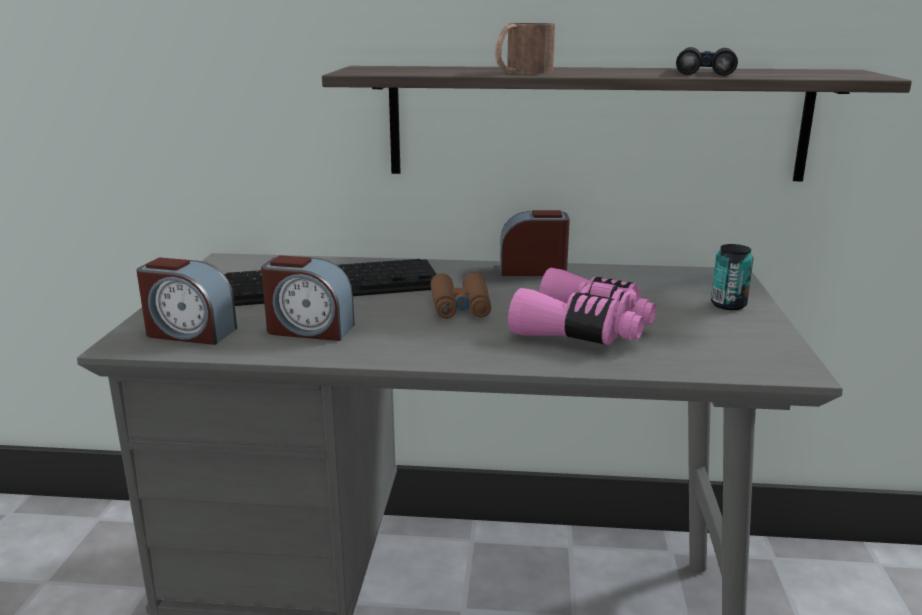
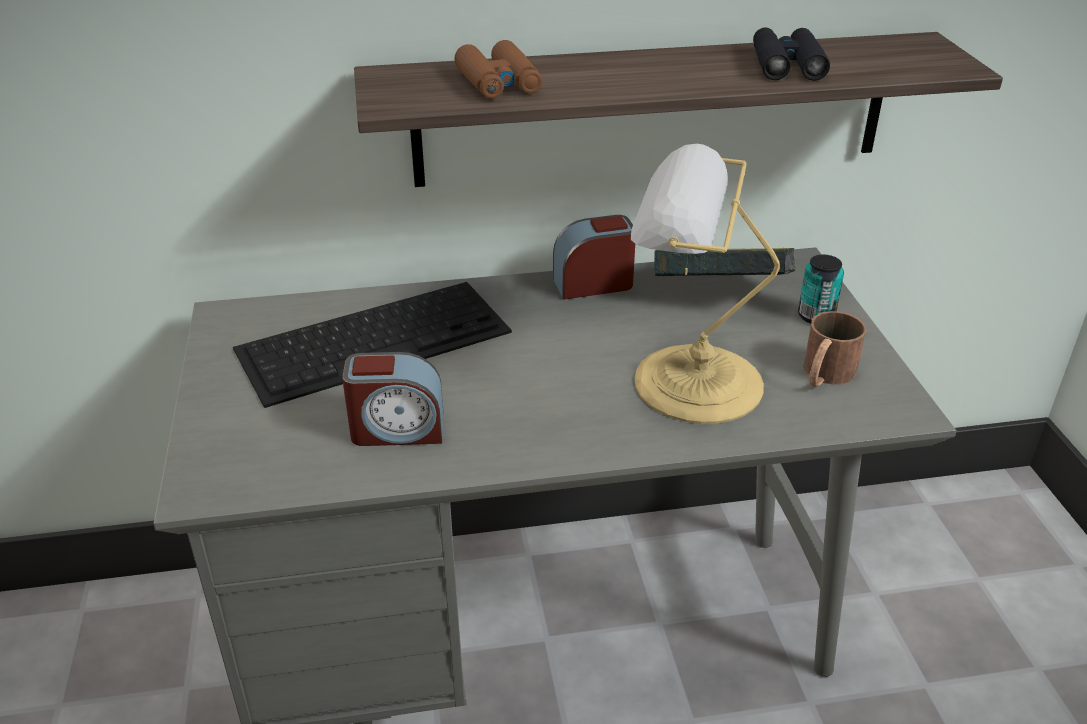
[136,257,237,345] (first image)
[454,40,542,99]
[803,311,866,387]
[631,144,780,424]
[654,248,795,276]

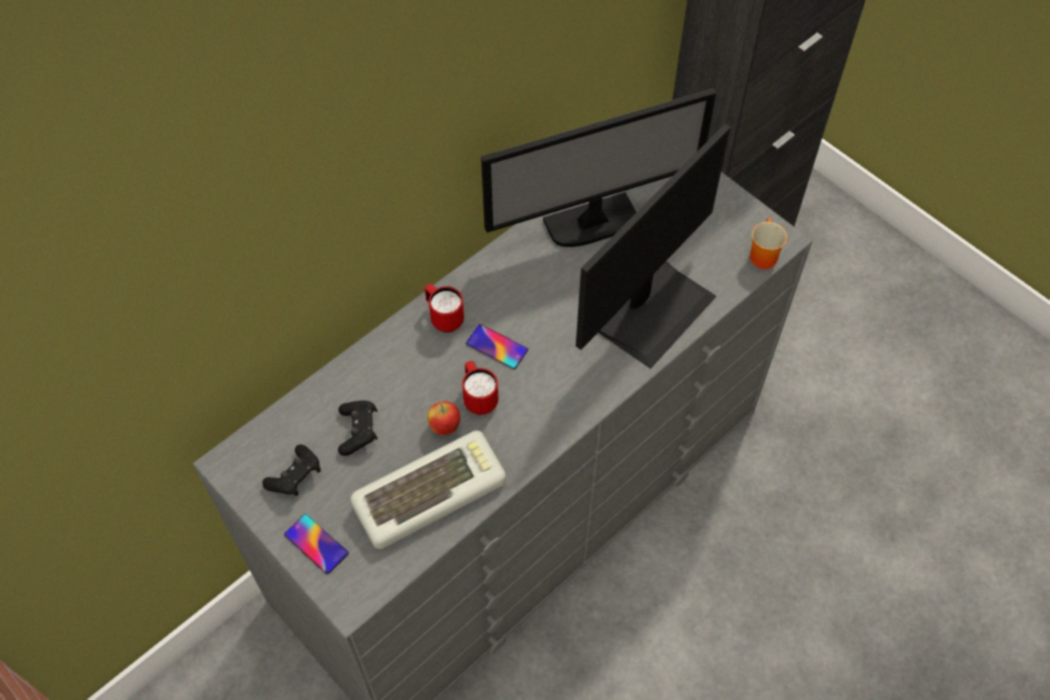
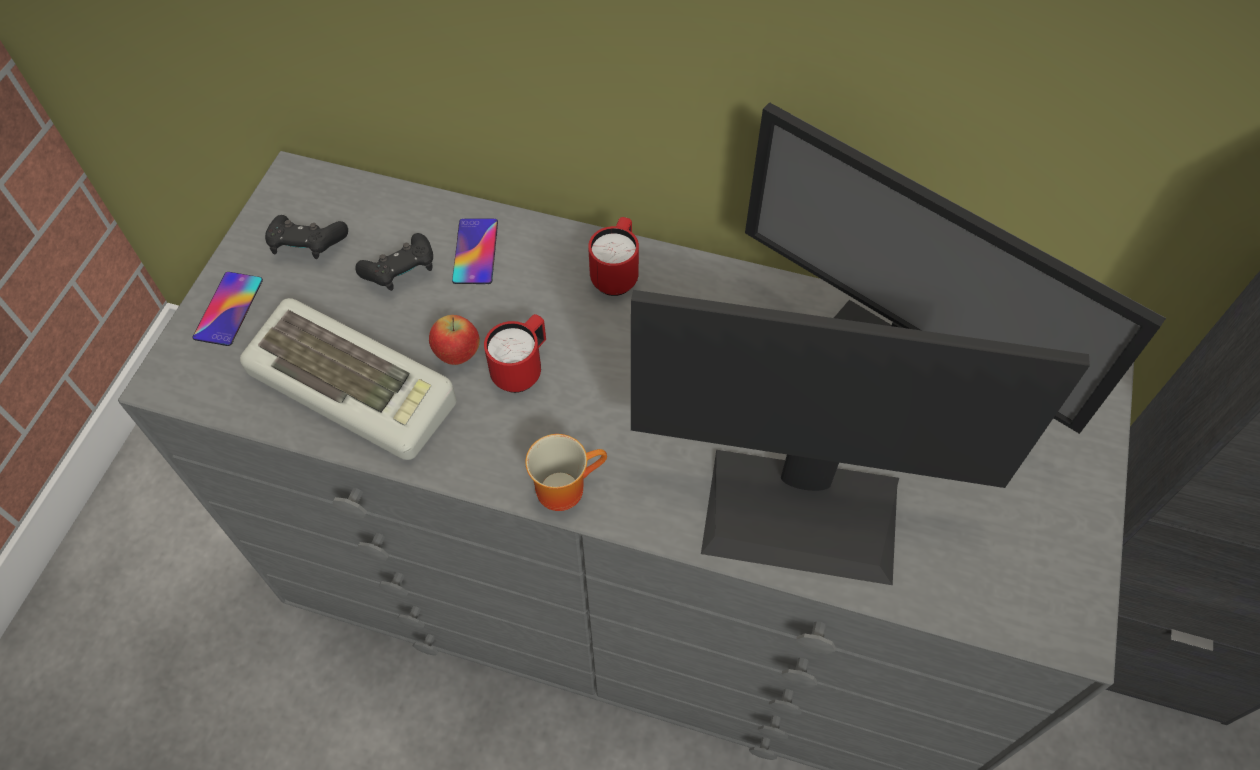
[452,218,498,284]
[525,434,607,511]

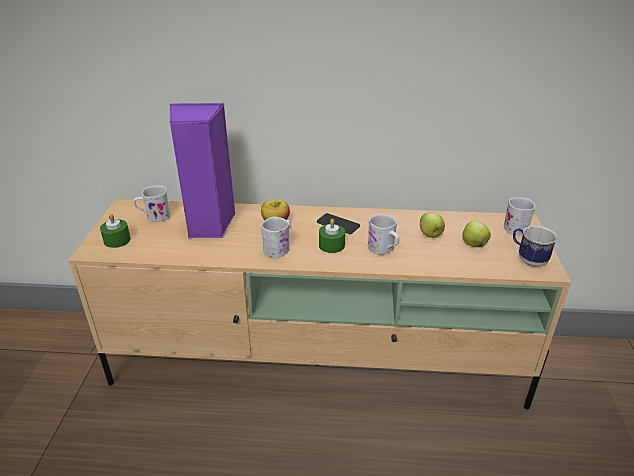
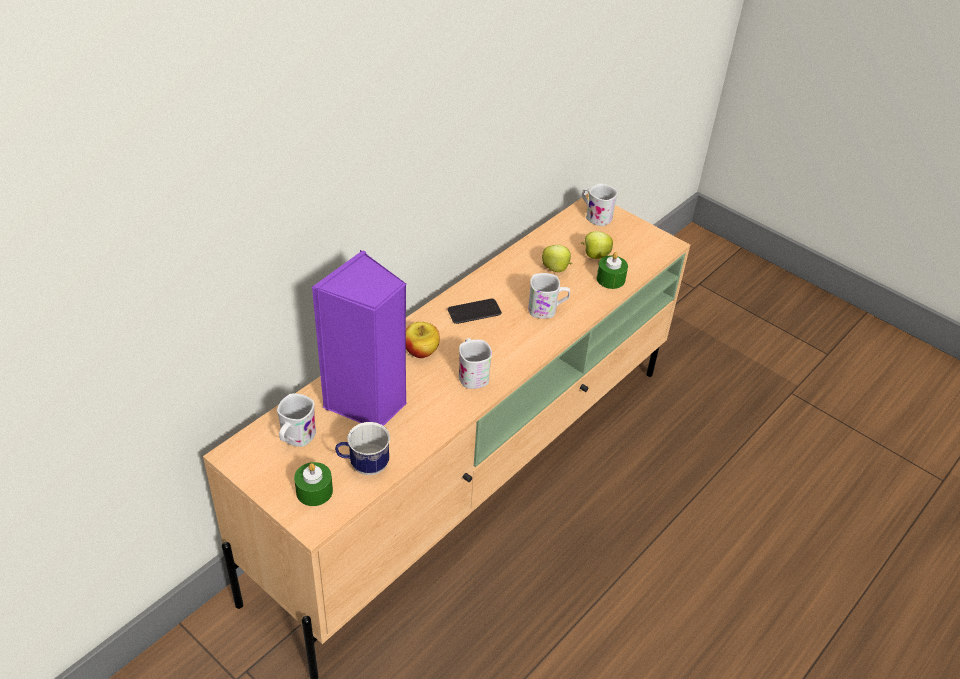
[597,252,628,289]
[335,422,390,475]

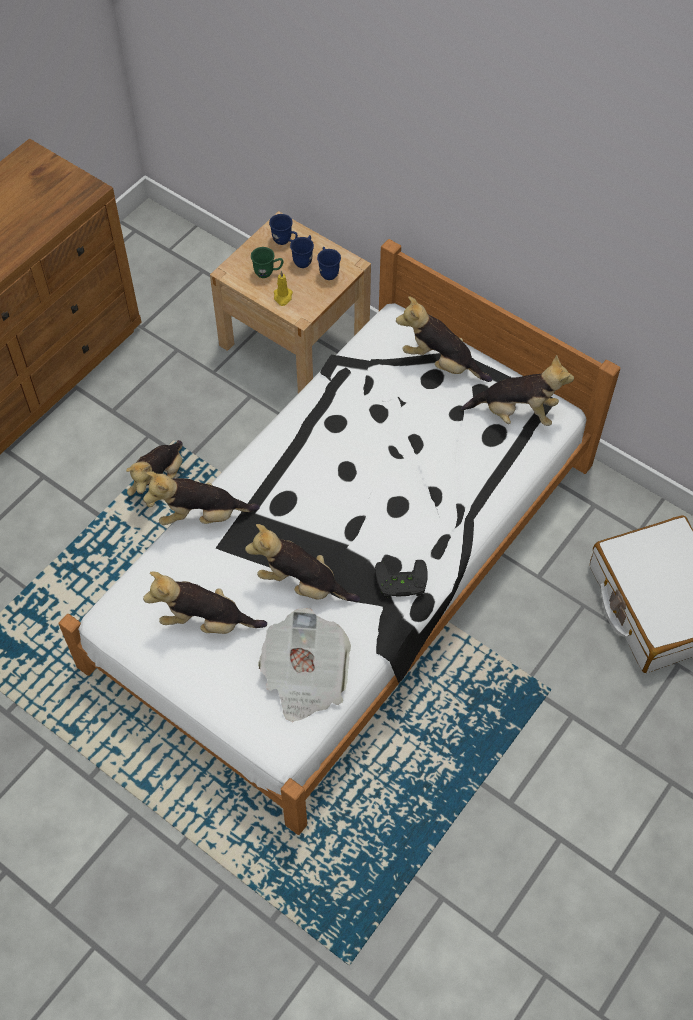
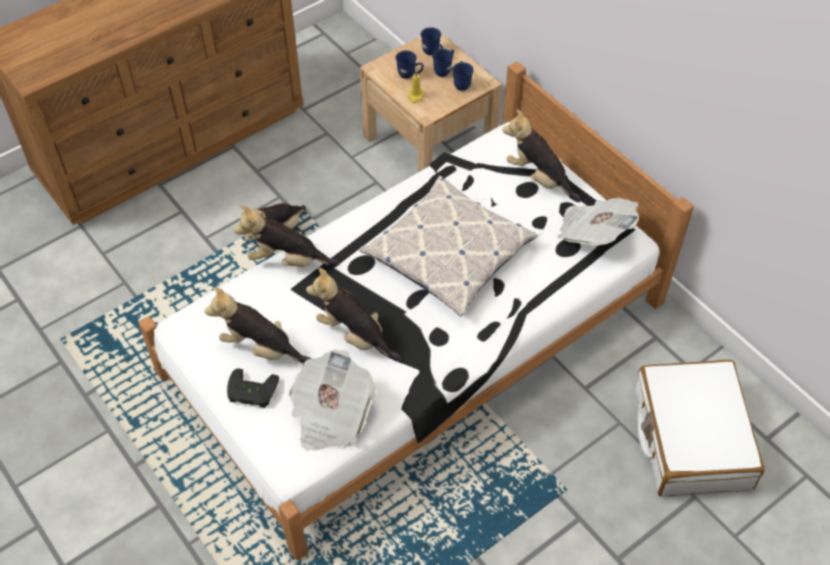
[395,50,424,79]
[227,369,279,408]
[558,197,639,246]
[359,176,538,317]

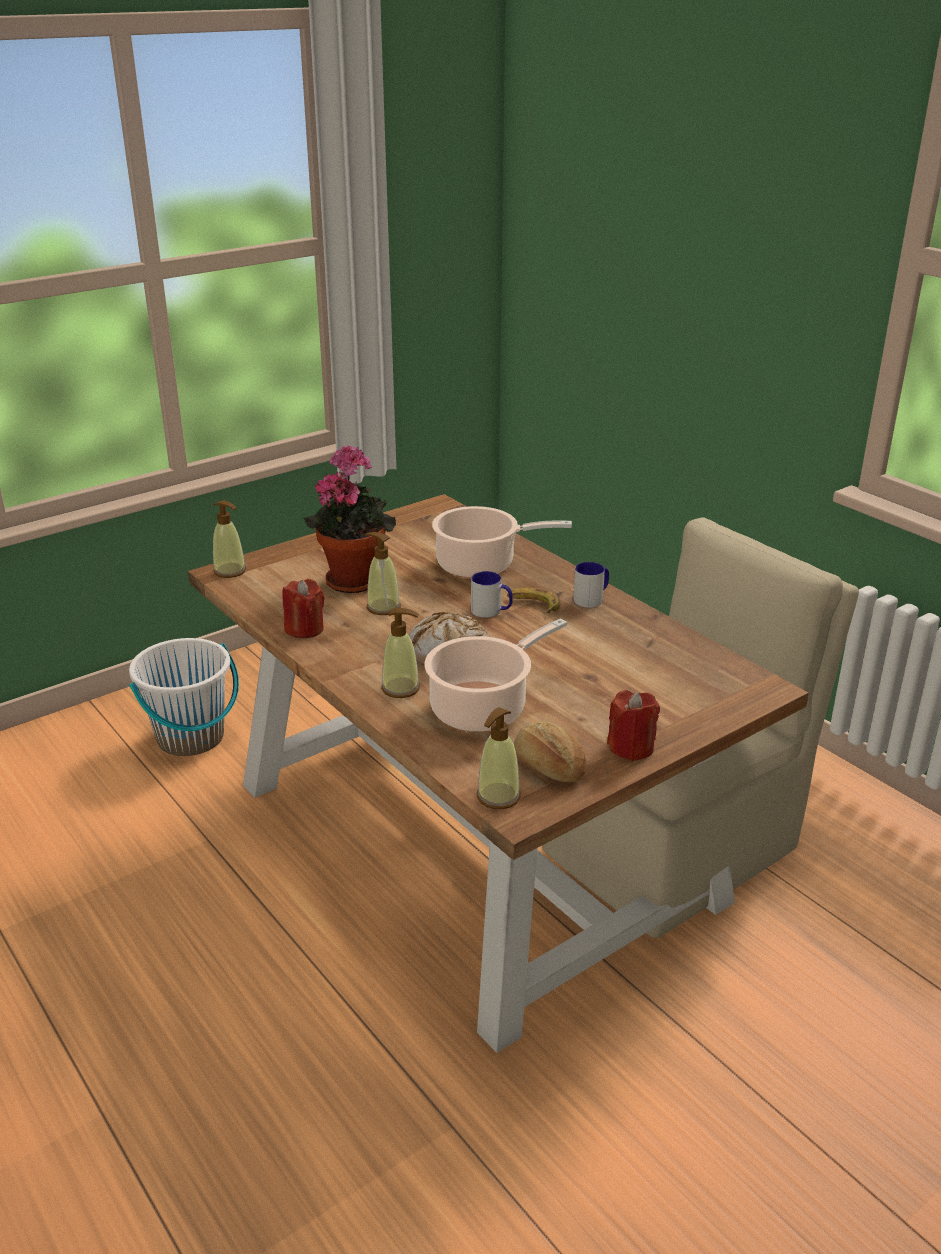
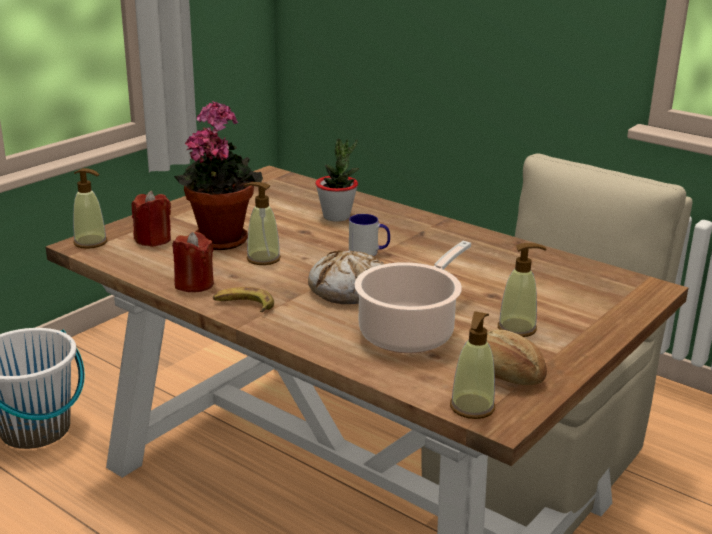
[498,243,547,337]
[315,138,359,222]
[213,287,274,312]
[573,562,609,608] (first image)
[132,191,171,247]

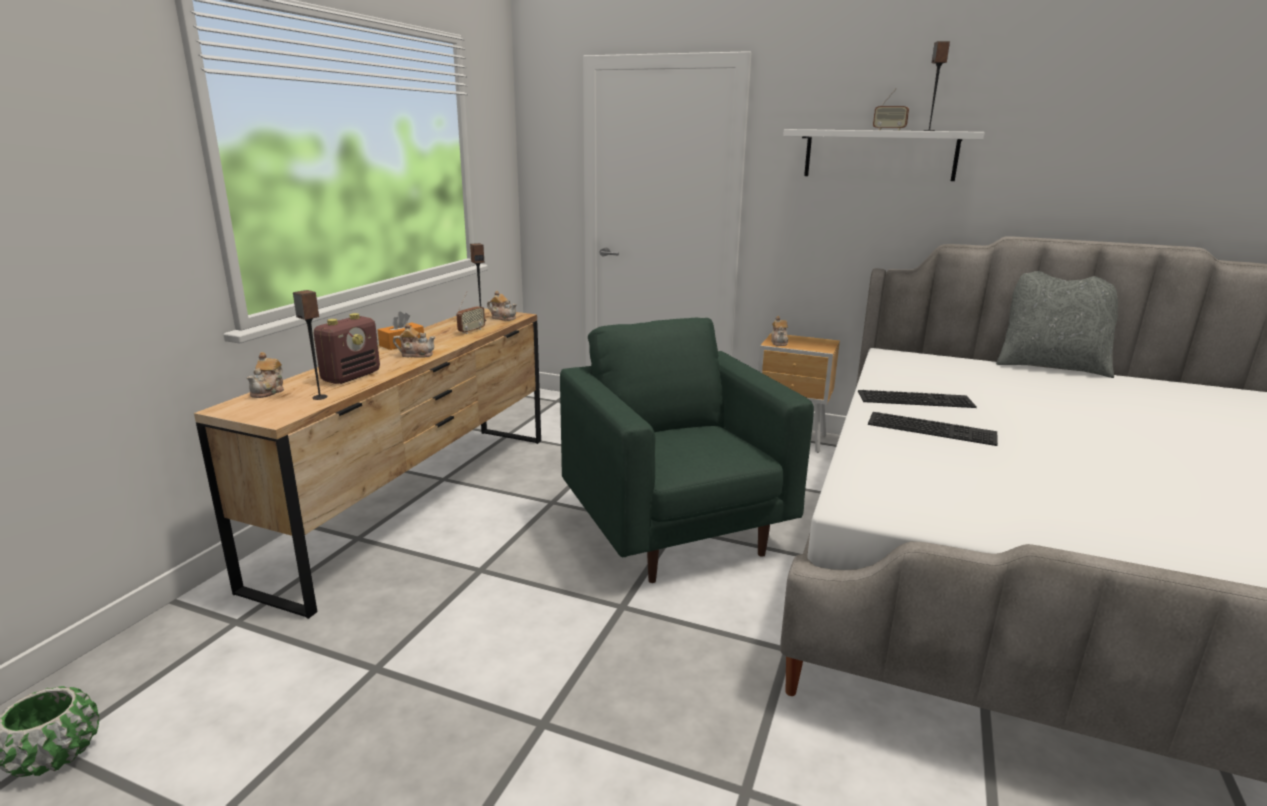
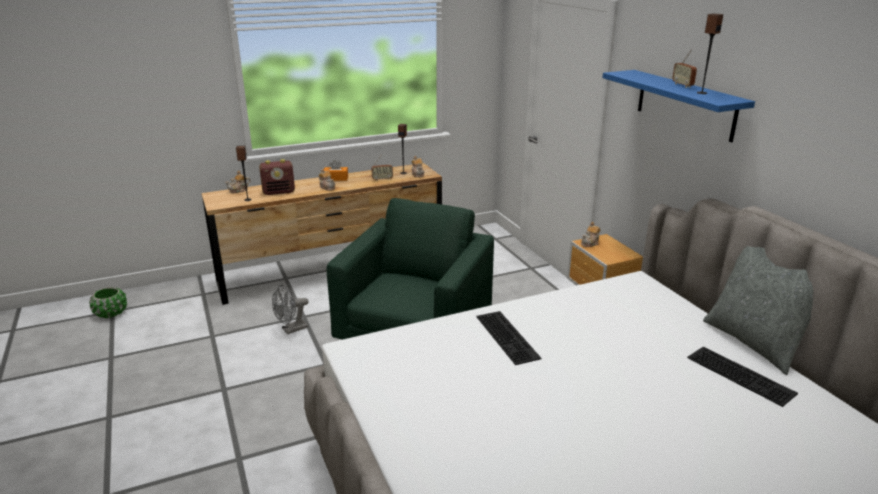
[602,70,755,142]
[687,347,798,407]
[272,285,309,334]

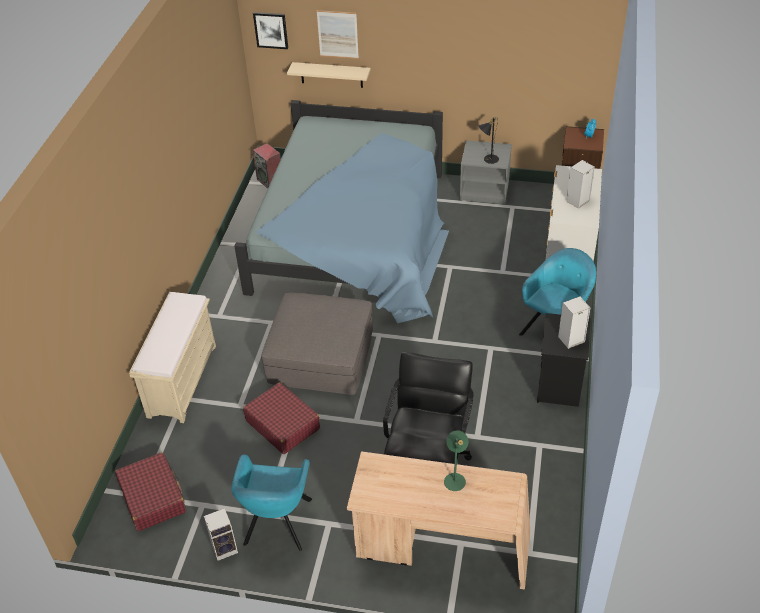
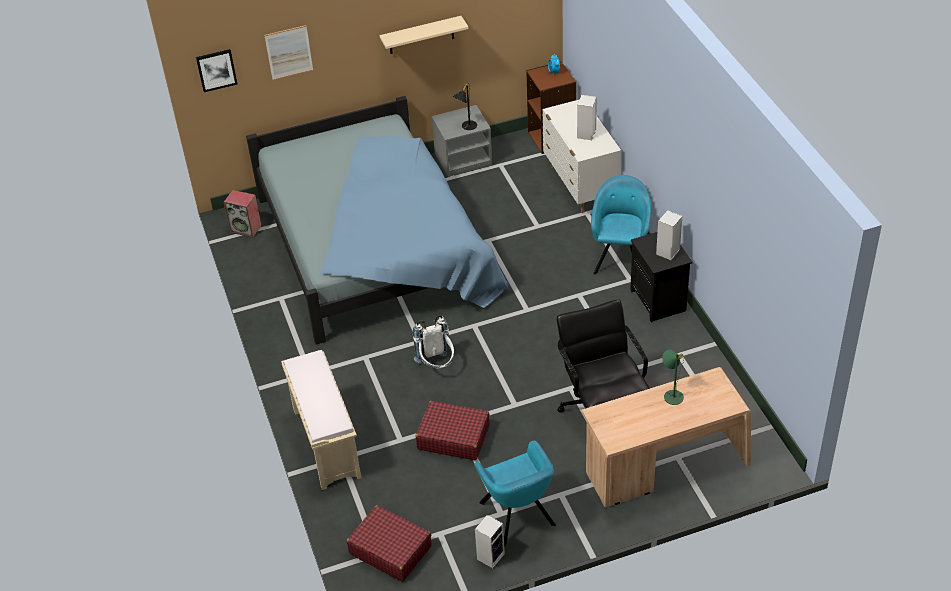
[413,315,455,369]
[379,16,469,54]

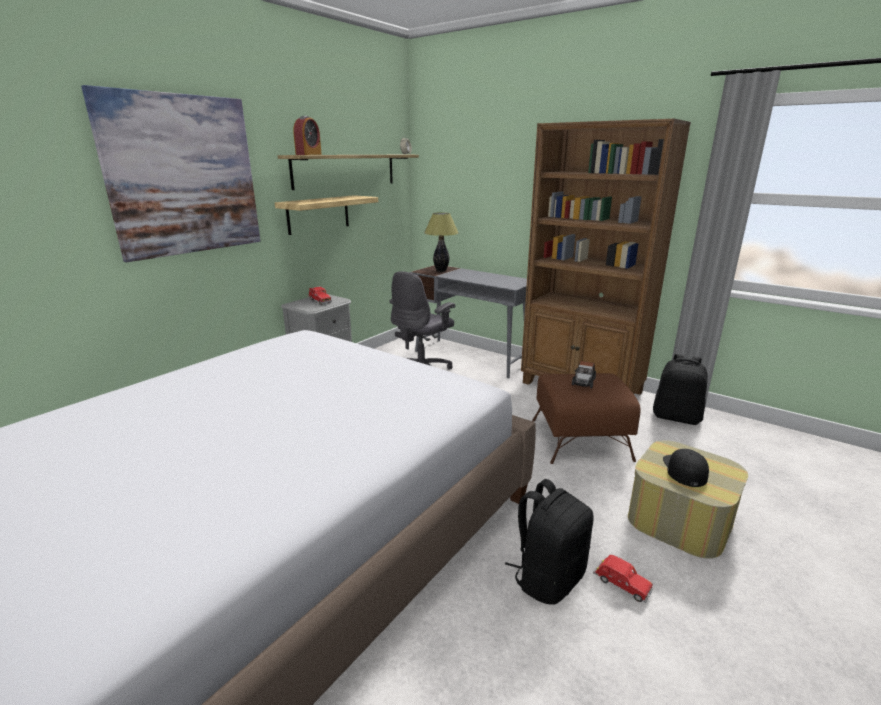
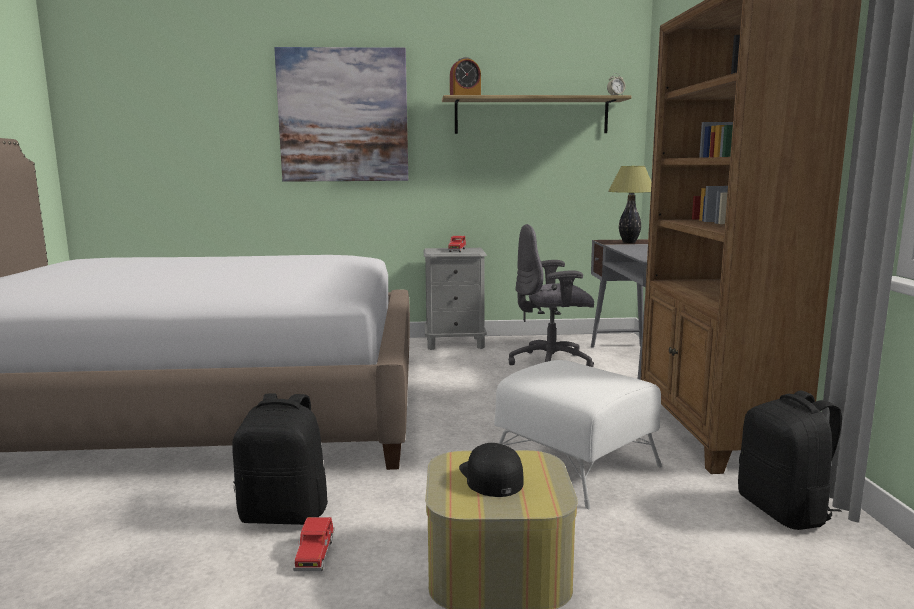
[275,195,378,235] (first image)
[494,360,662,509]
[572,361,596,388] (first image)
[459,443,524,497]

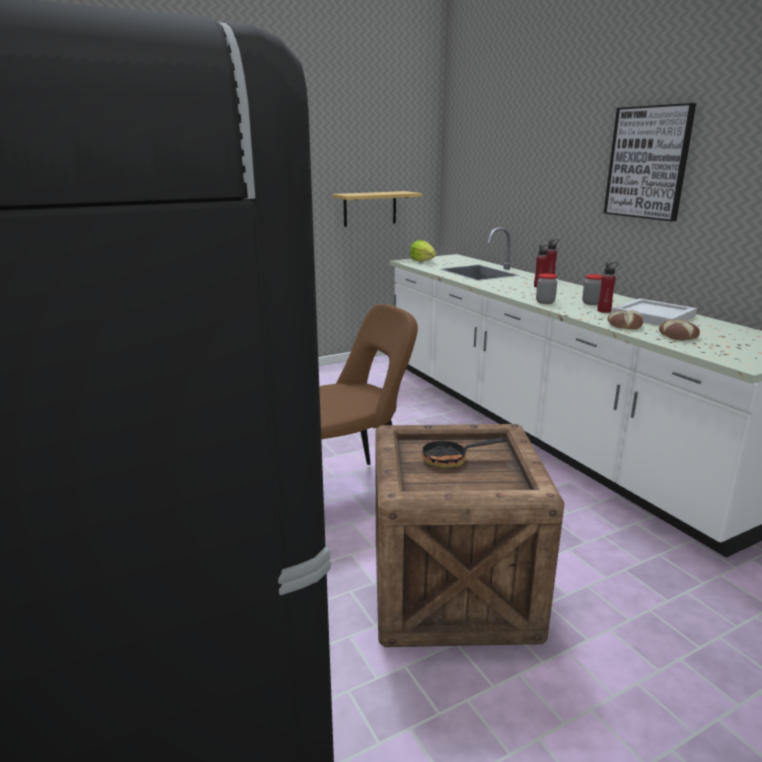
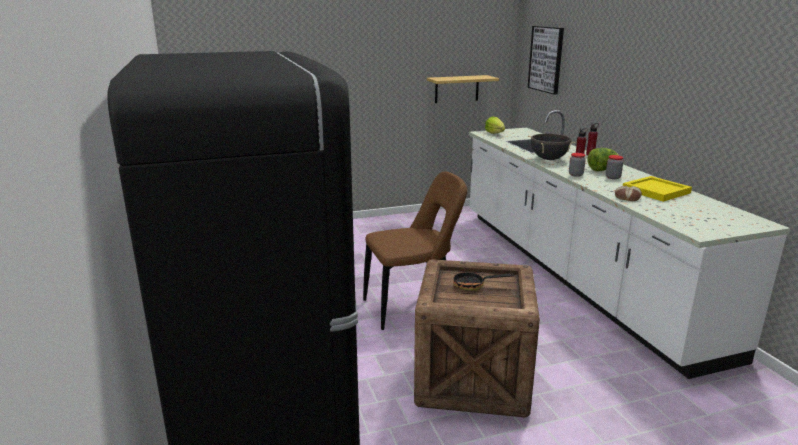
[597,262,618,313] (first image)
[528,26,564,94]
[623,176,692,202]
[659,319,700,340] (first image)
[528,134,575,160]
[587,148,619,171]

